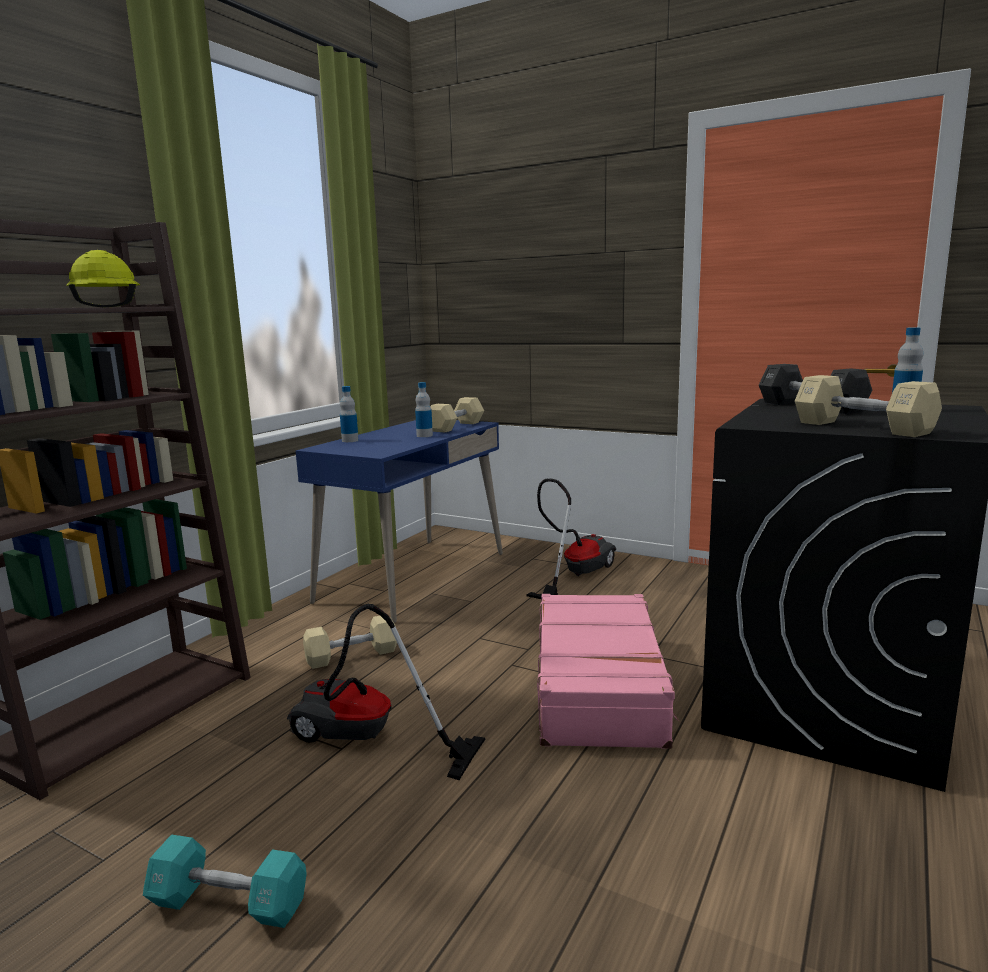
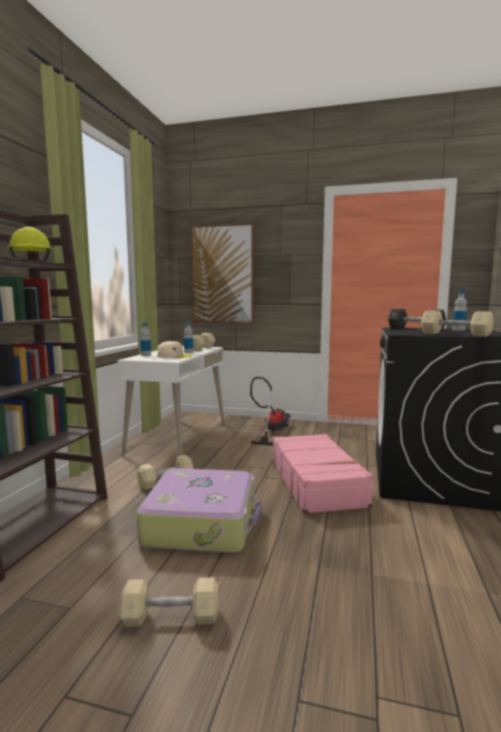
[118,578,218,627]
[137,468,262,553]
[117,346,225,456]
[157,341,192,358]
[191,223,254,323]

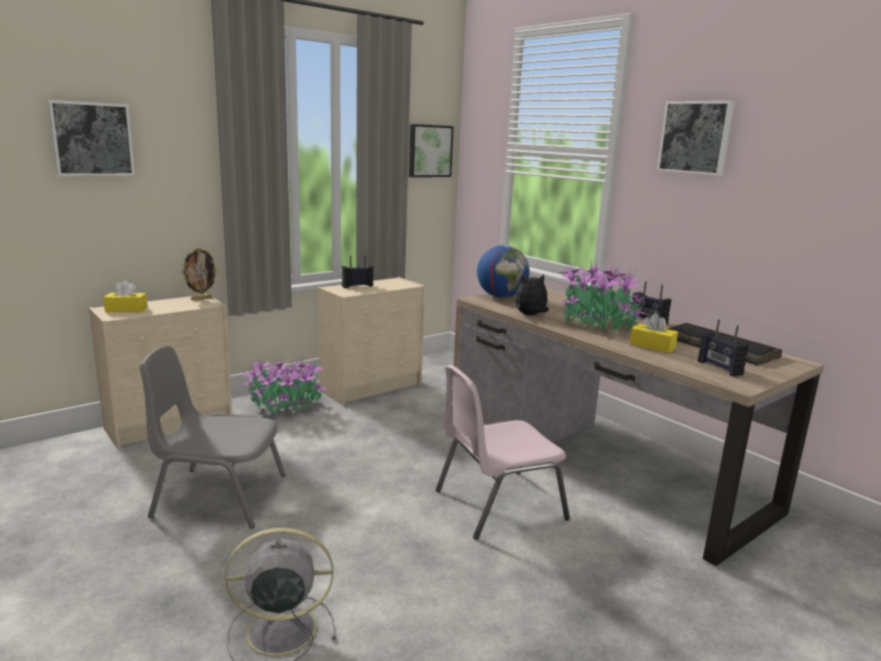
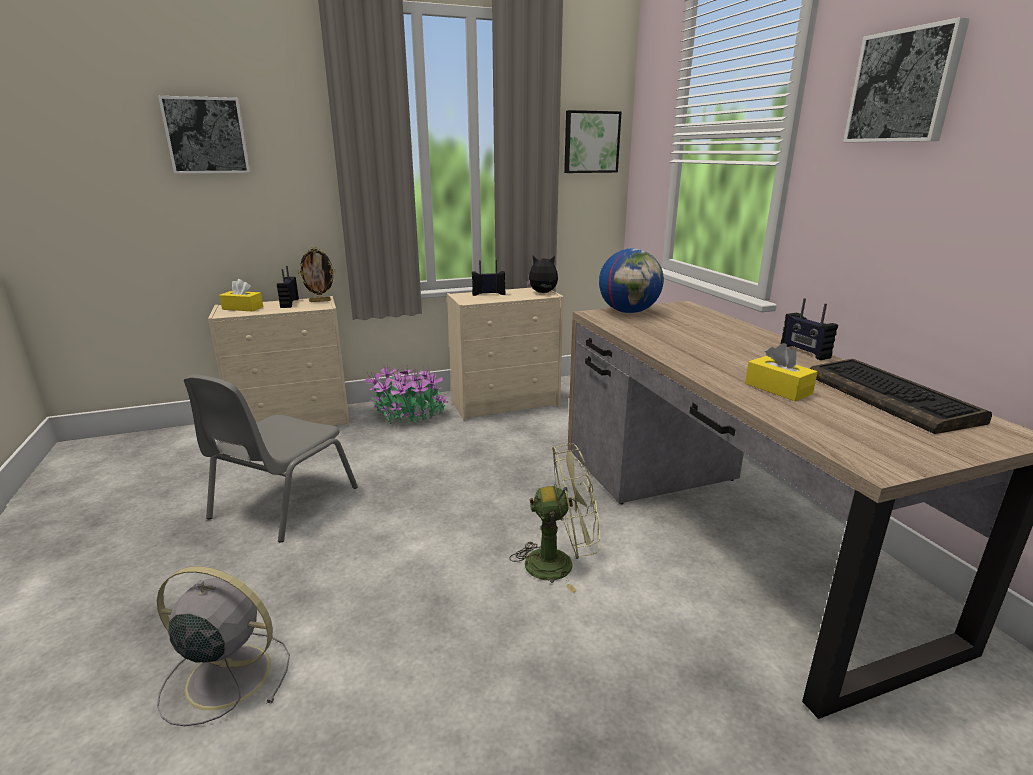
[184,374,358,542]
[510,443,600,593]
[526,256,558,293]
[559,260,645,331] (first image)
[277,266,299,308]

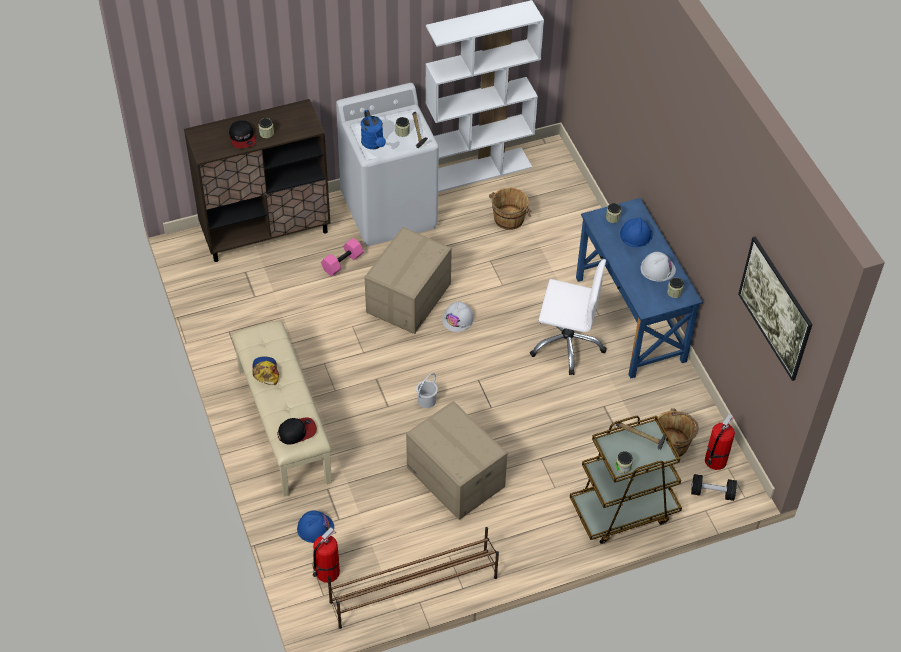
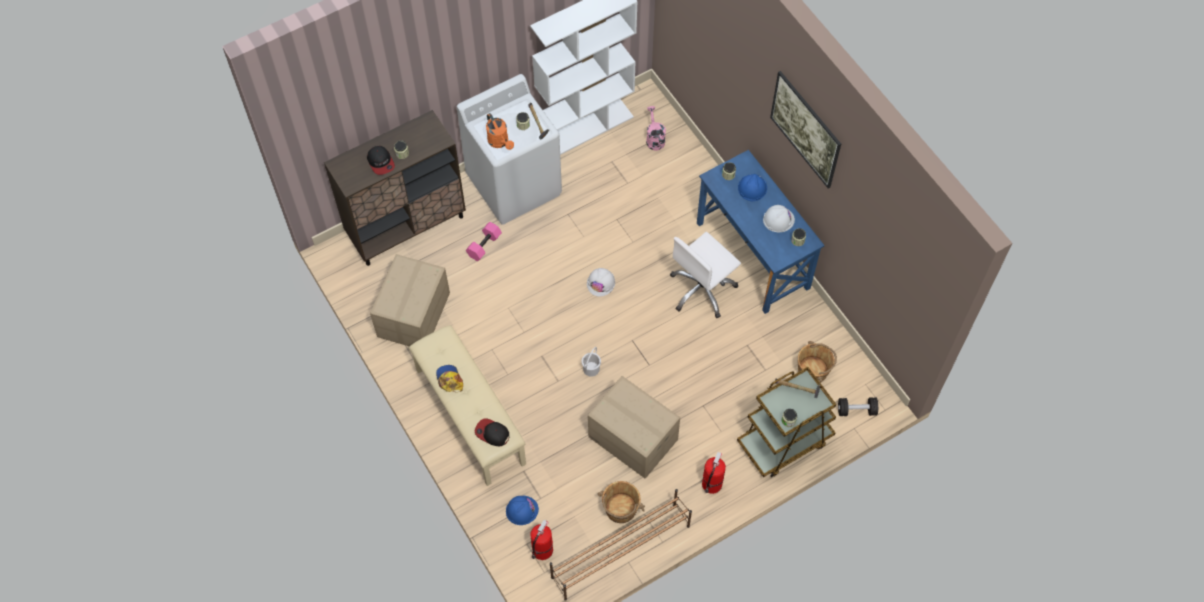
[475,419,509,446]
[486,113,514,150]
[370,254,450,346]
[598,481,645,523]
[670,232,741,318]
[702,452,726,494]
[770,71,841,189]
[646,106,666,151]

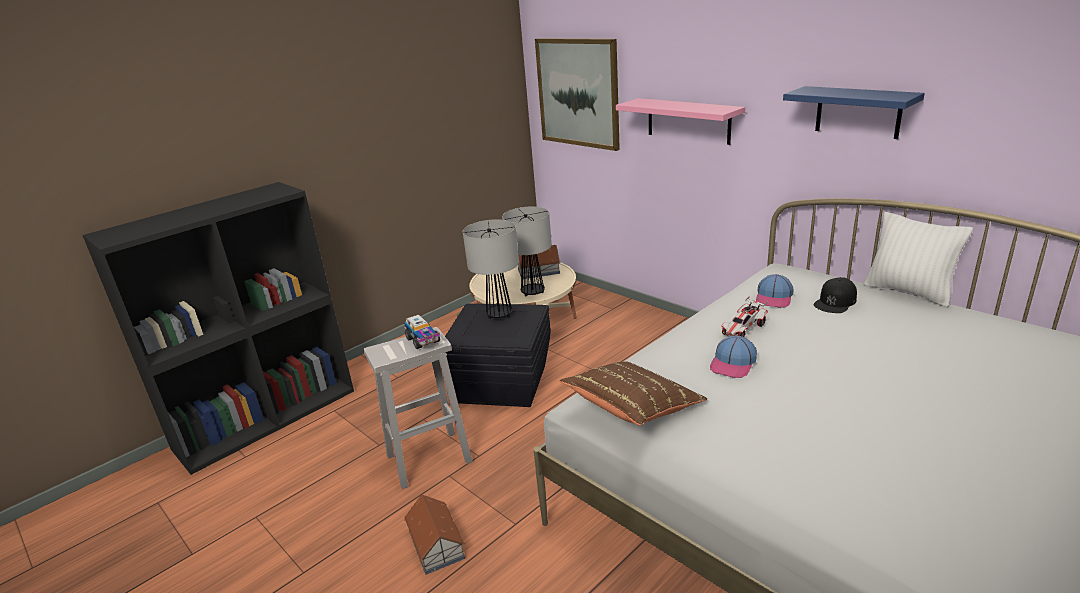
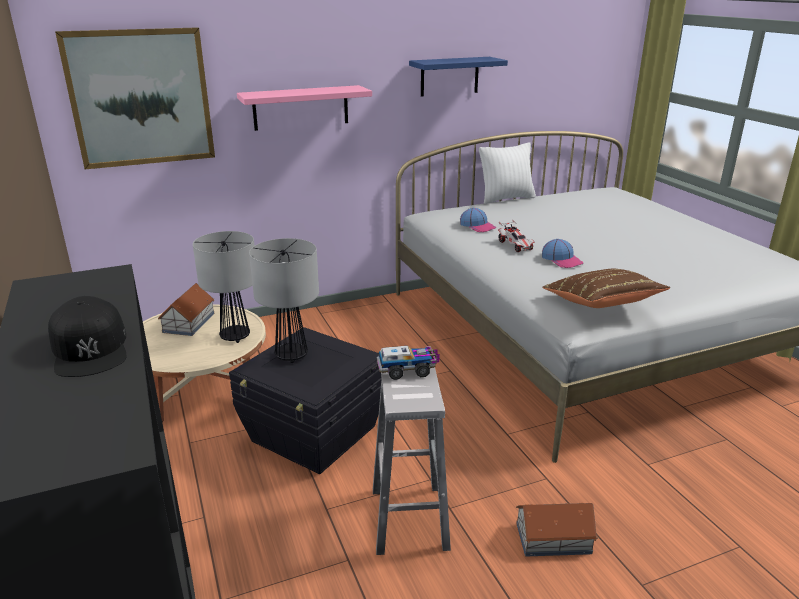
[48,296,126,377]

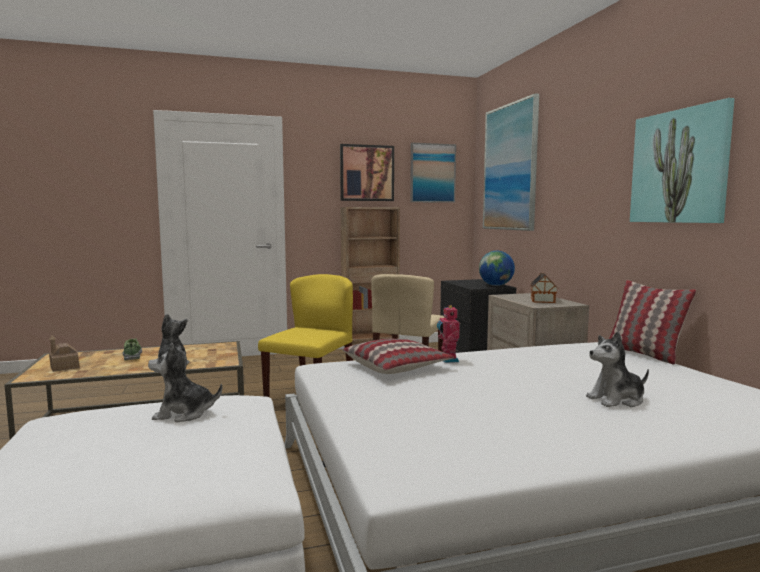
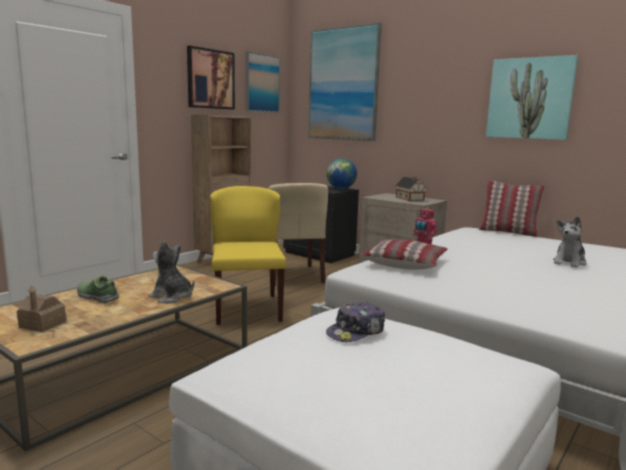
[326,301,385,342]

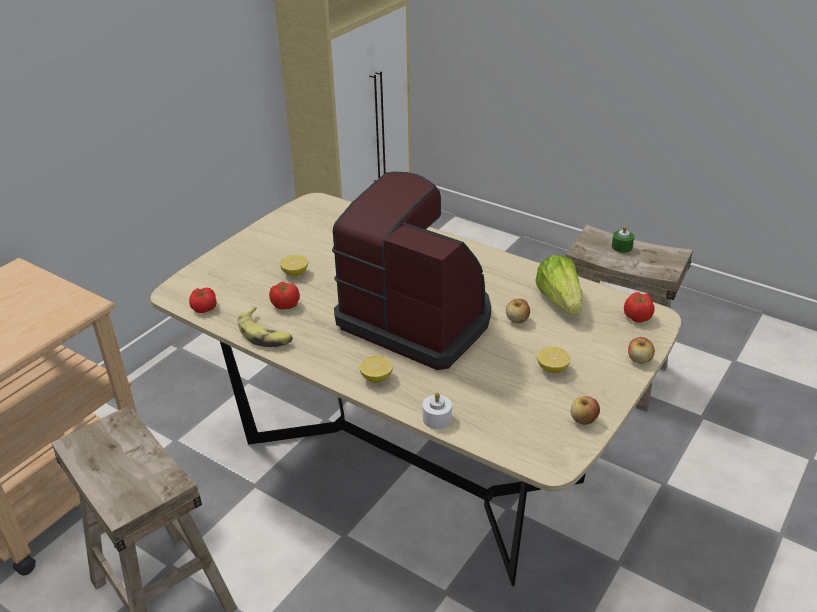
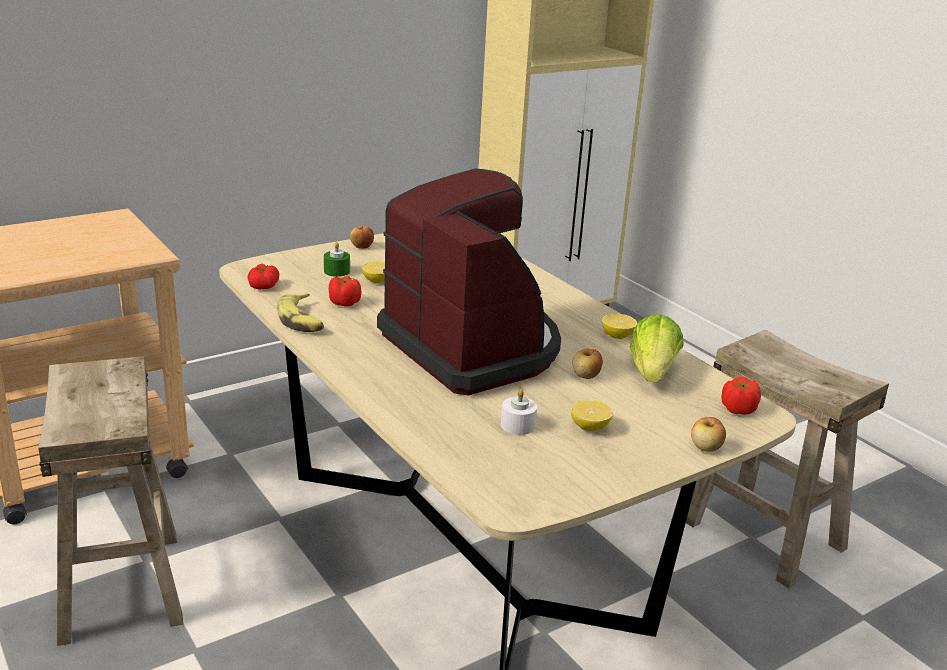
[602,314,637,339]
[501,389,537,435]
[350,226,374,249]
[324,242,350,277]

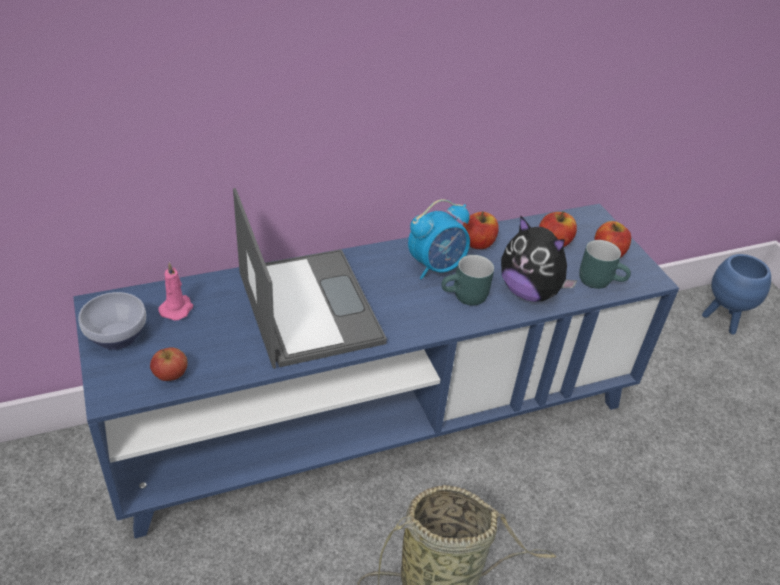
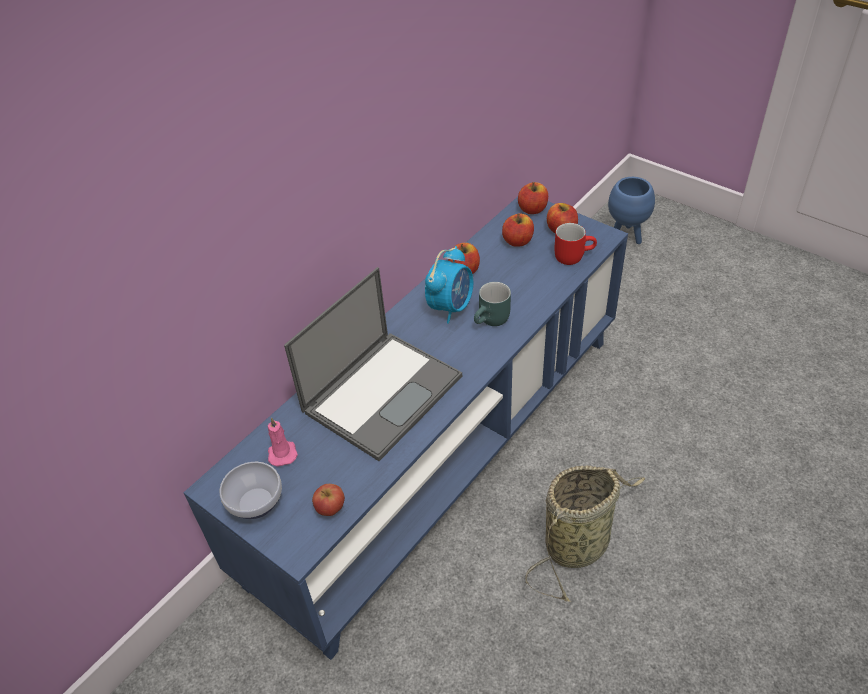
[284,267,462,461]
[501,216,578,302] (first image)
[555,223,597,265]
[518,182,548,214]

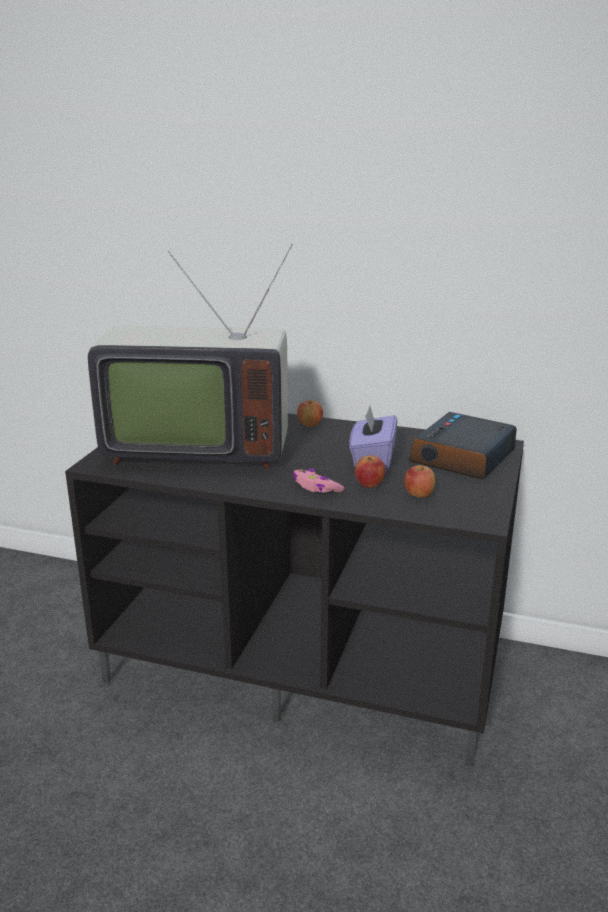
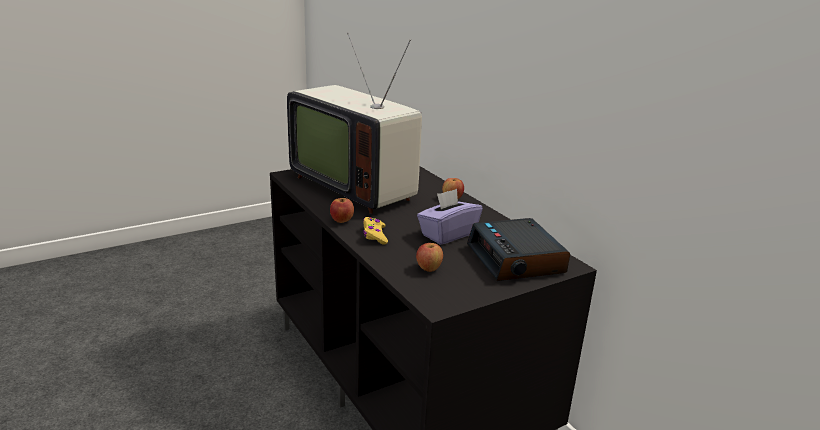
[363,217,388,244]
[330,198,354,223]
[467,218,570,281]

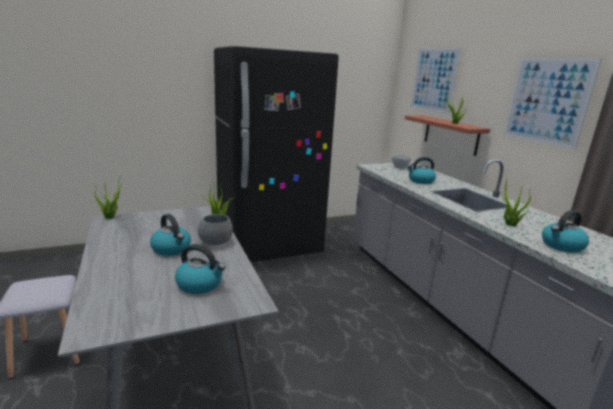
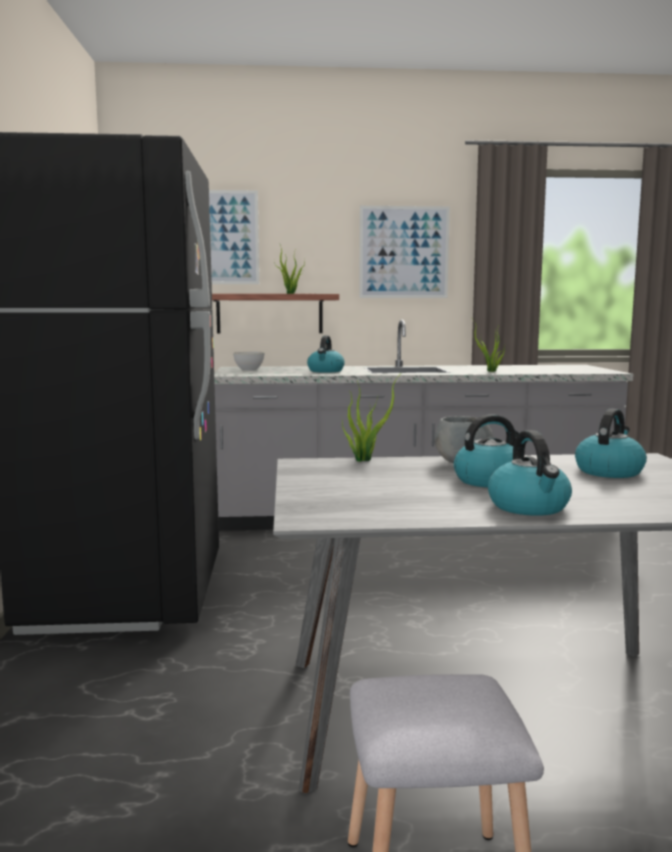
[94,176,122,219] (first image)
[488,430,572,516]

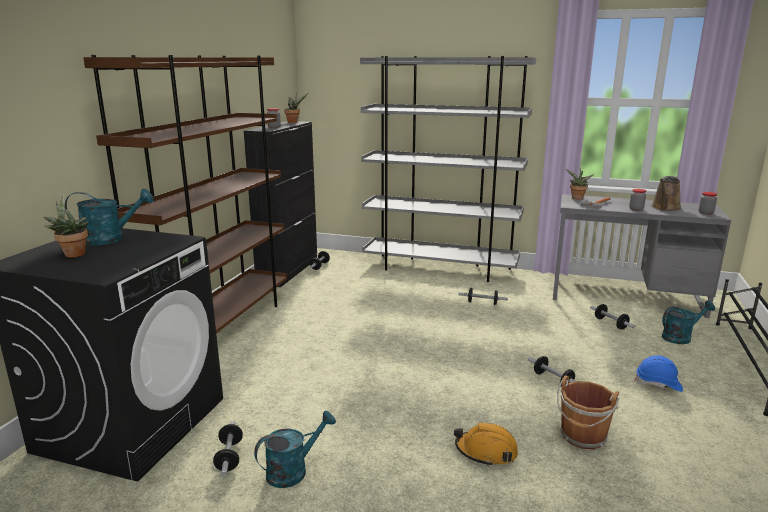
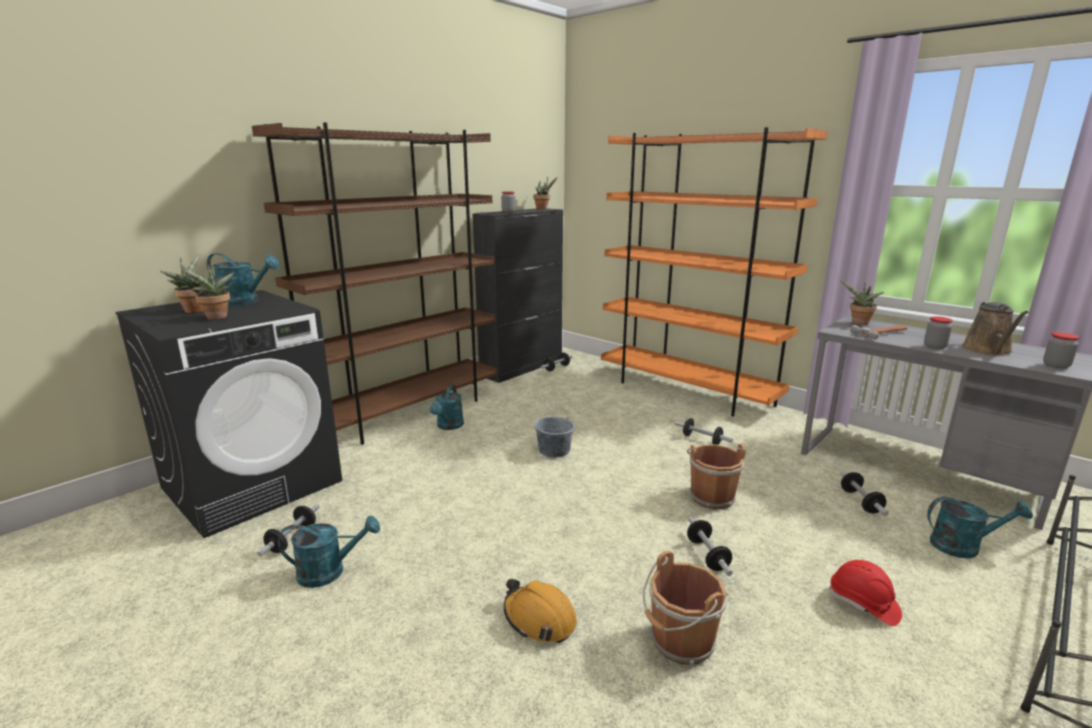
[601,127,827,417]
[828,560,902,626]
[962,302,1029,356]
[182,265,234,320]
[430,385,464,430]
[534,404,575,458]
[687,444,746,509]

